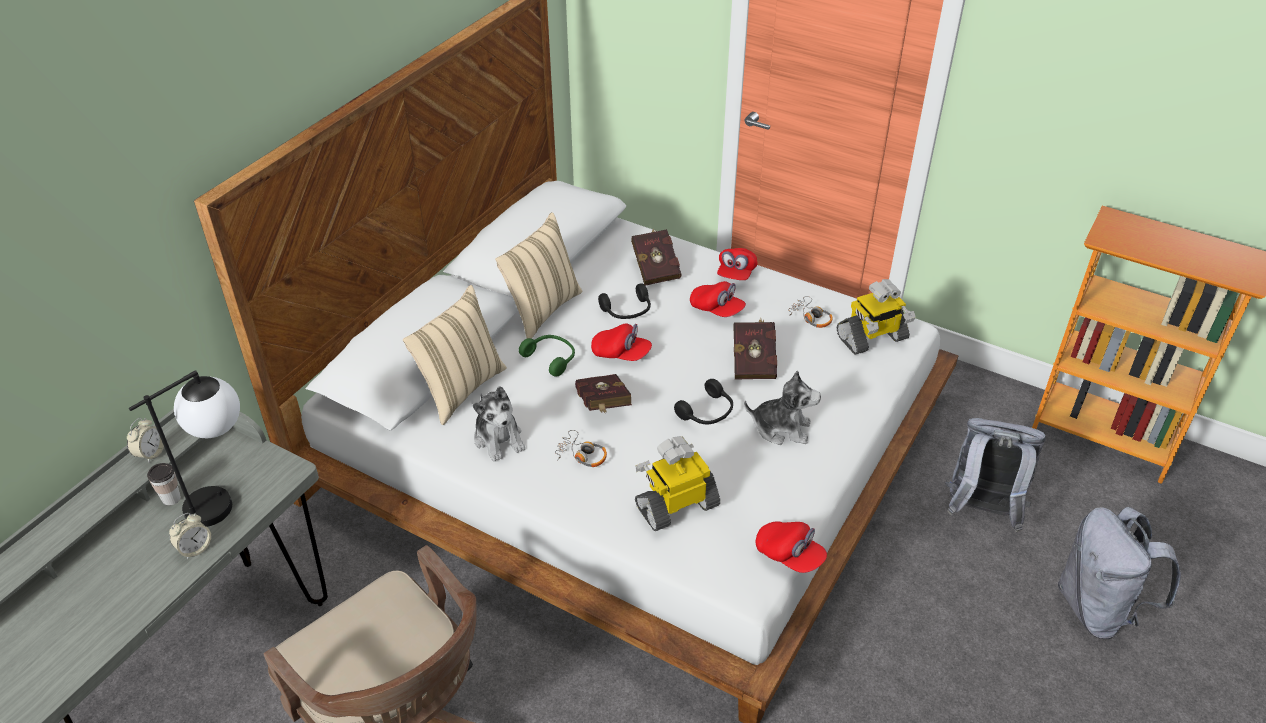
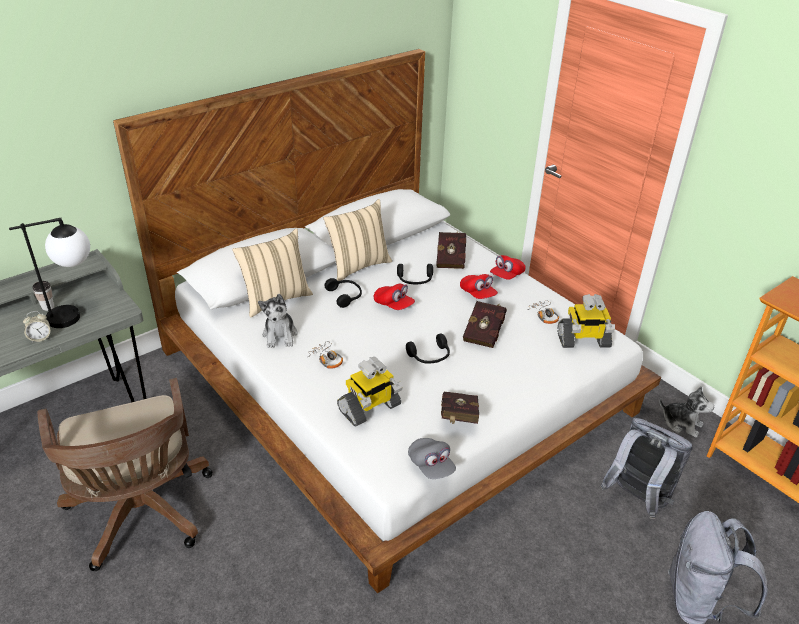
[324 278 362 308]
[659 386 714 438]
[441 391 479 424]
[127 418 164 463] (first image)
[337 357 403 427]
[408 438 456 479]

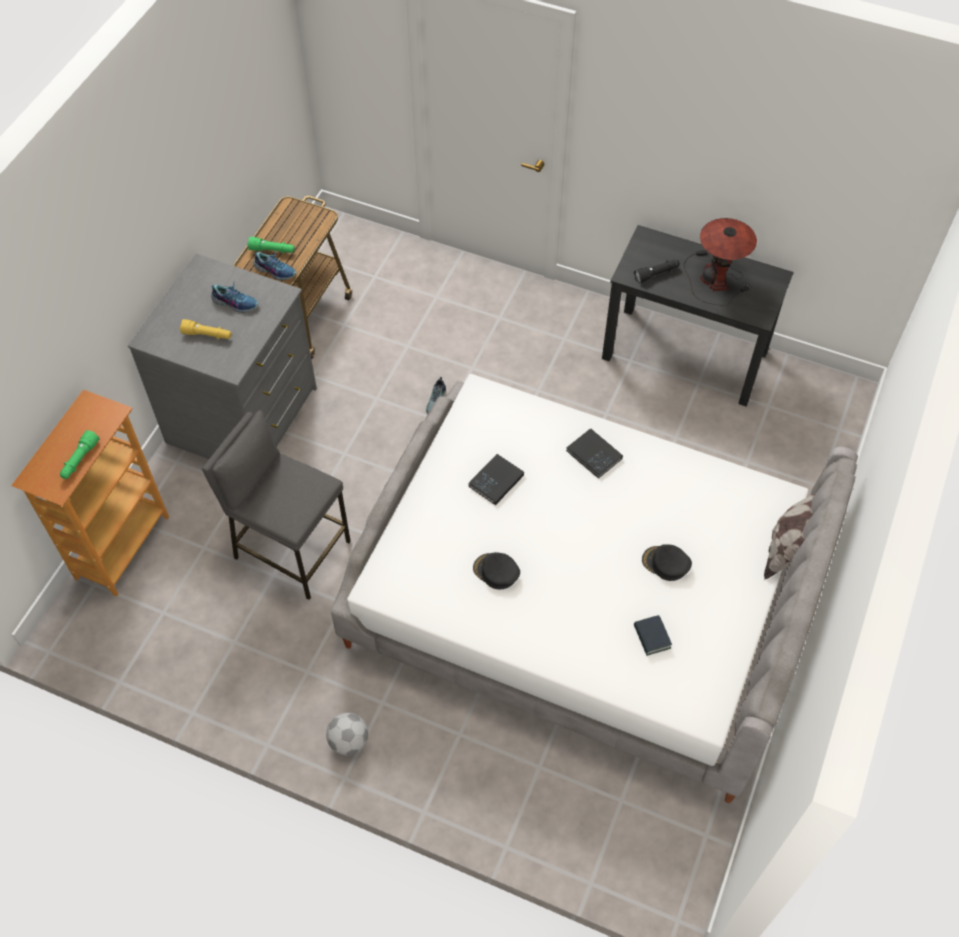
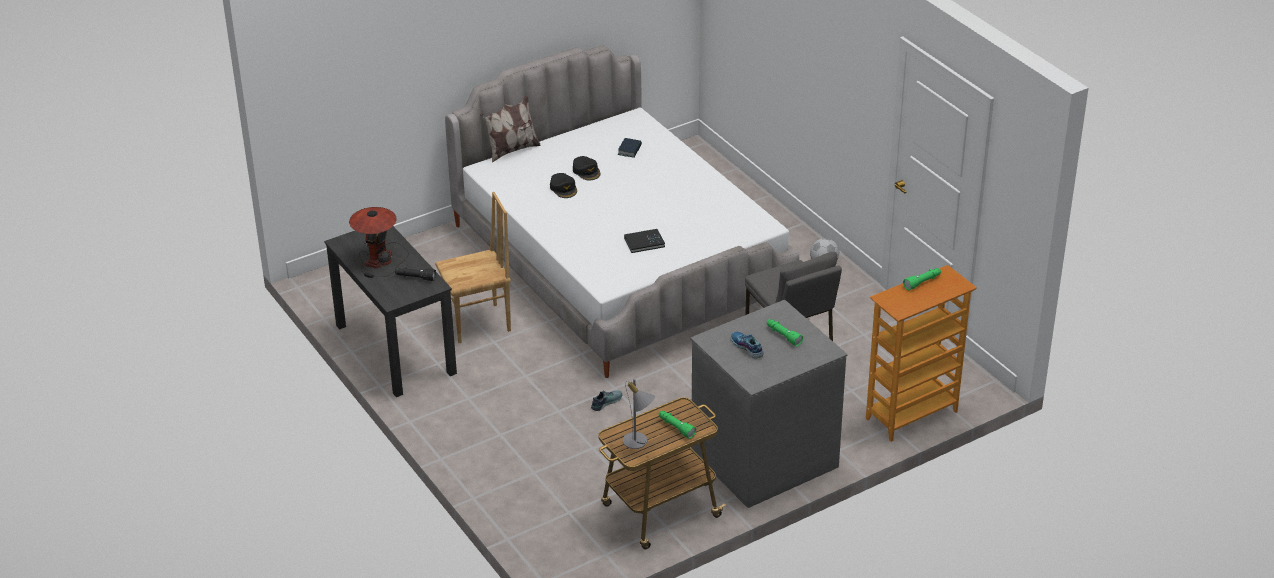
[254 250 296 281] (first image)
[767 319 803 347]
[566 428 623 479] (first image)
[550 173 577 198]
[435 192 511 343]
[623 379 655 449]

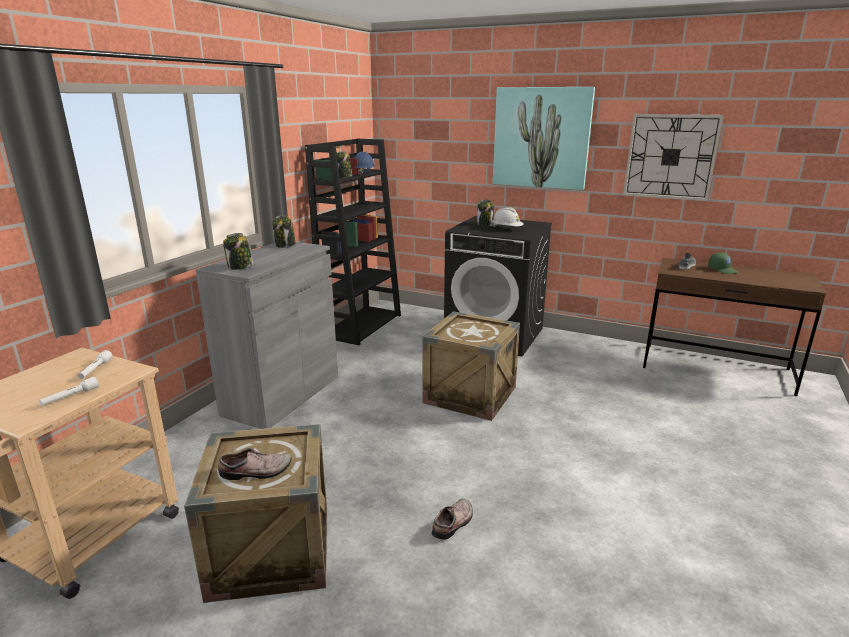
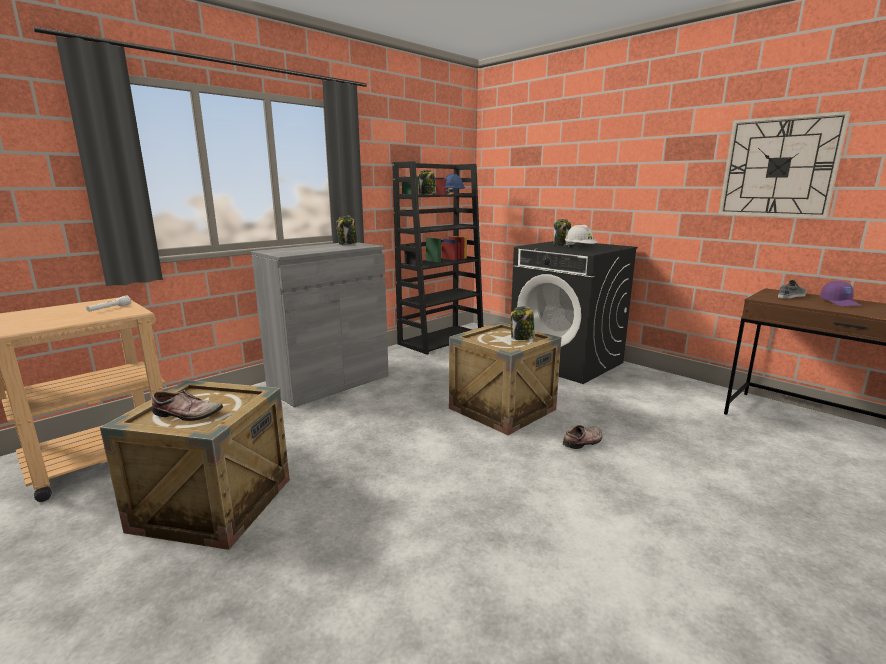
[493 87 595 190] (first image)
[511 306 535 340]
[820 281 862 306]
[39 377 99 406] (first image)
[563 425 602 449]

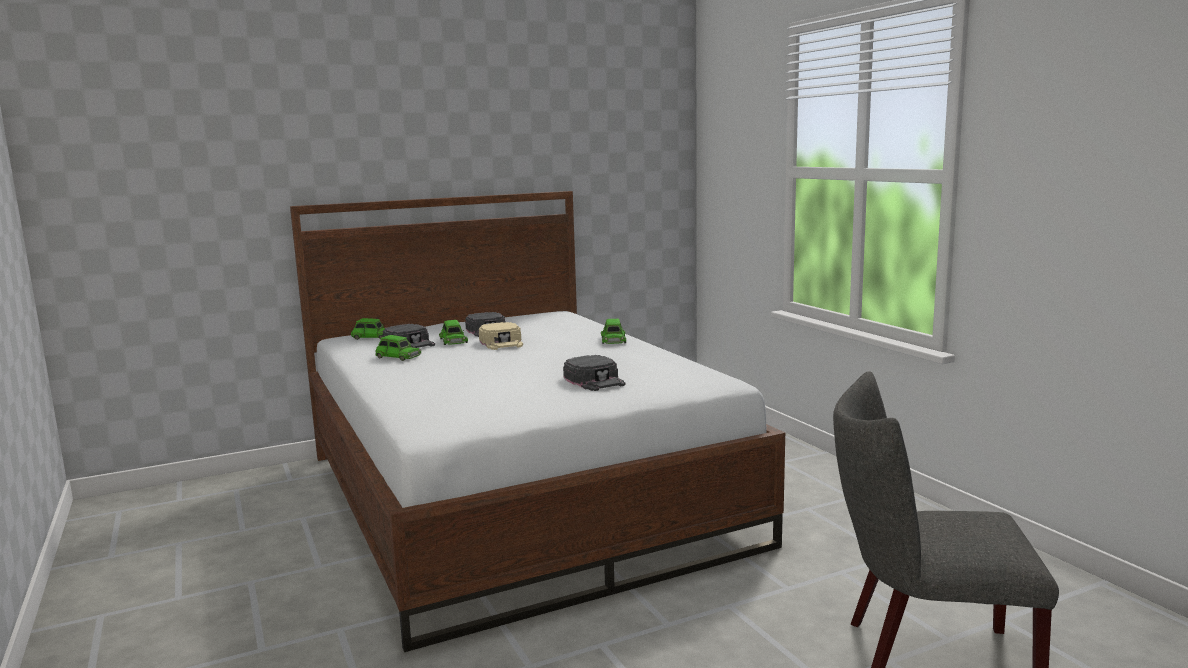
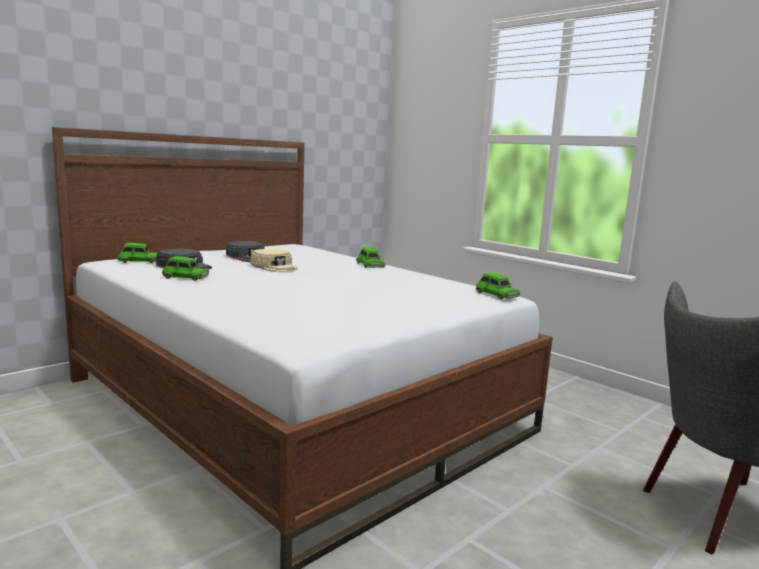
[476 272 520 299]
[563 355 626 391] (first image)

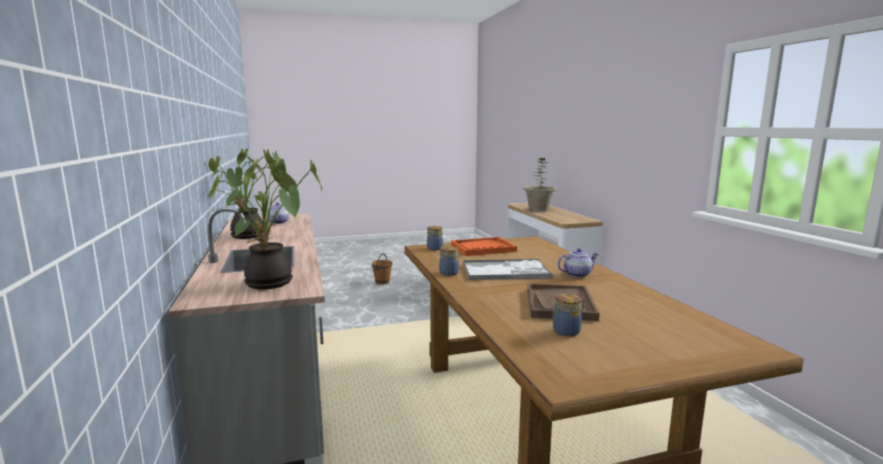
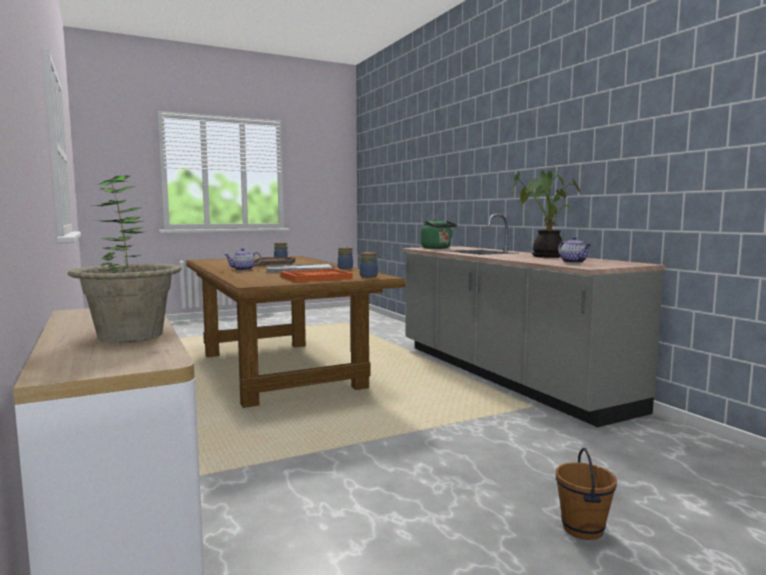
[421 219 457 249]

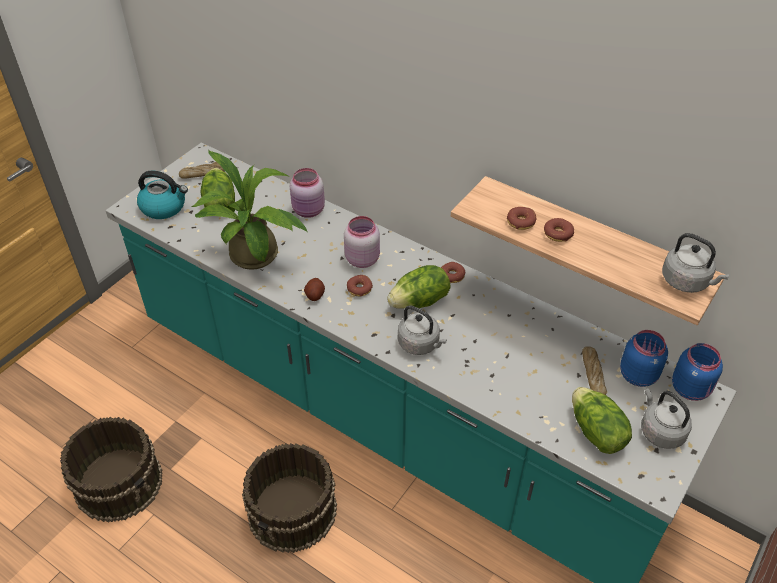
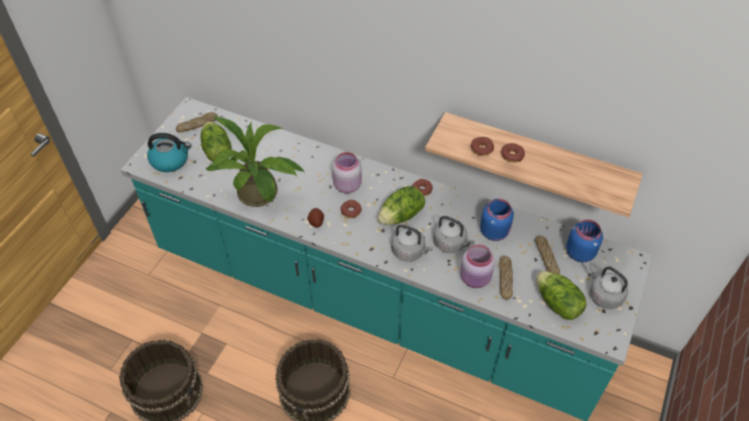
[460 245 495 288]
[433 216 475 253]
[480 199 514 241]
[499 256 513 300]

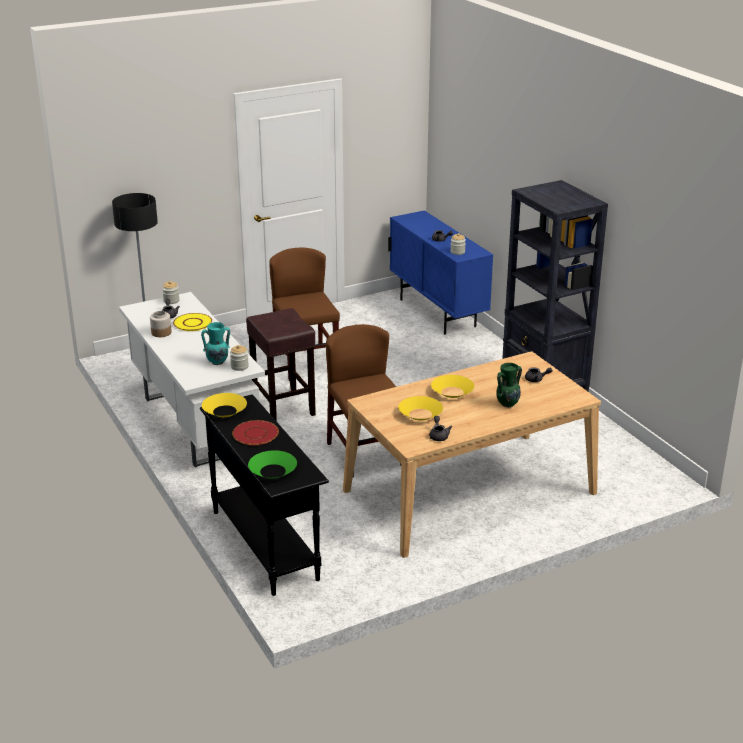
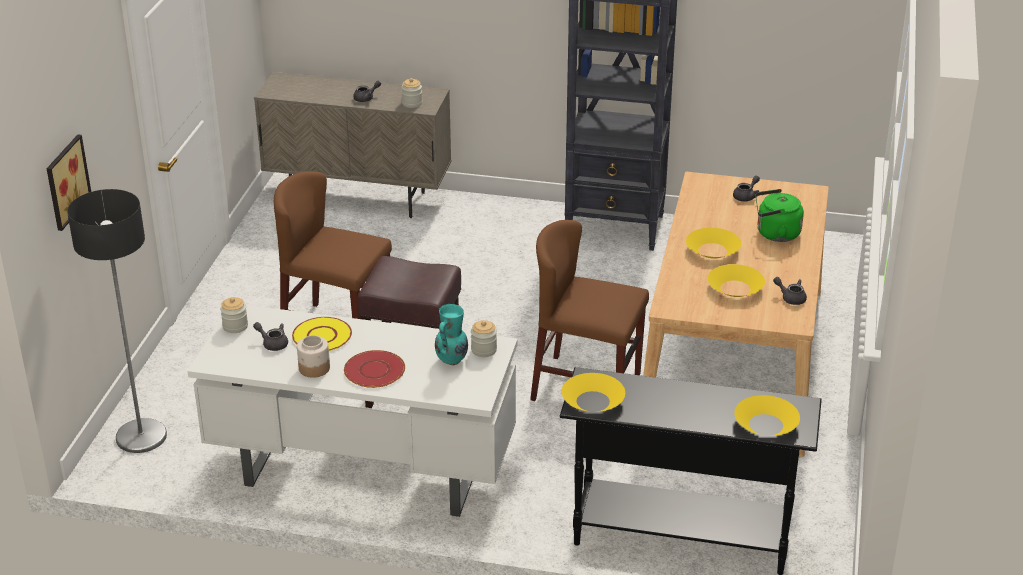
[254 72 451 218]
[755 189 804 242]
[344 350 405 388]
[734 395 800 436]
[46 135 91 231]

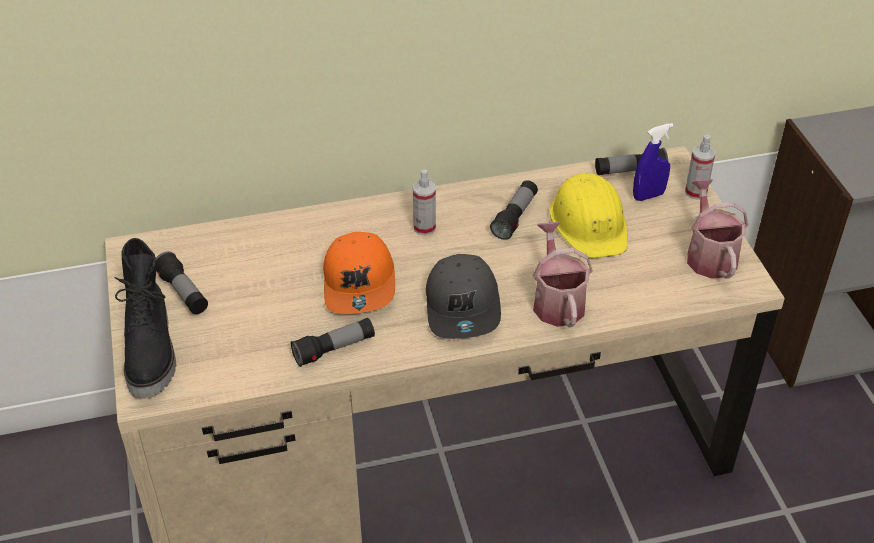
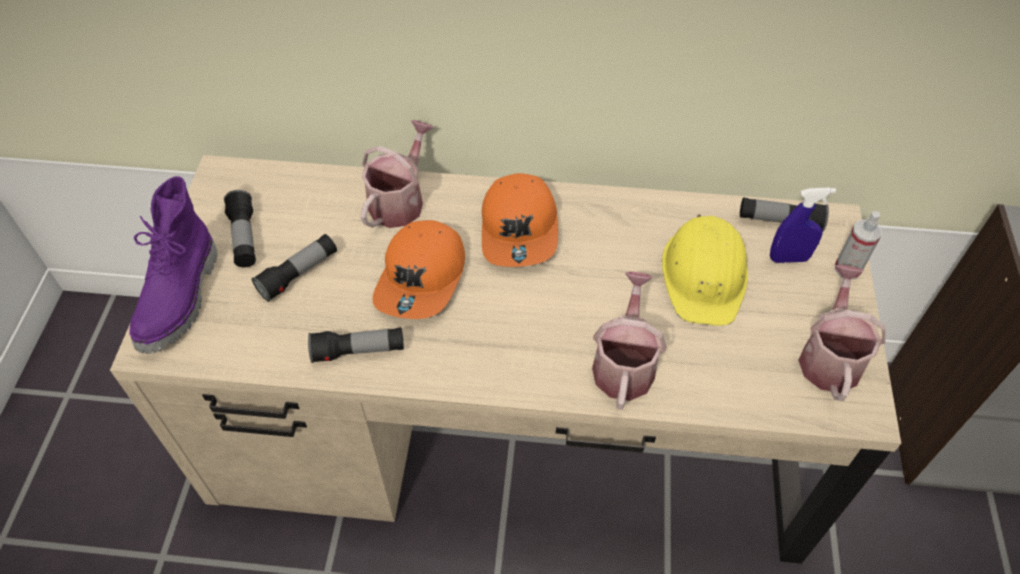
[482 173 558 267]
[252 234 337 302]
[129 176 218 354]
[426 254 501 339] (first image)
[361 120 434 228]

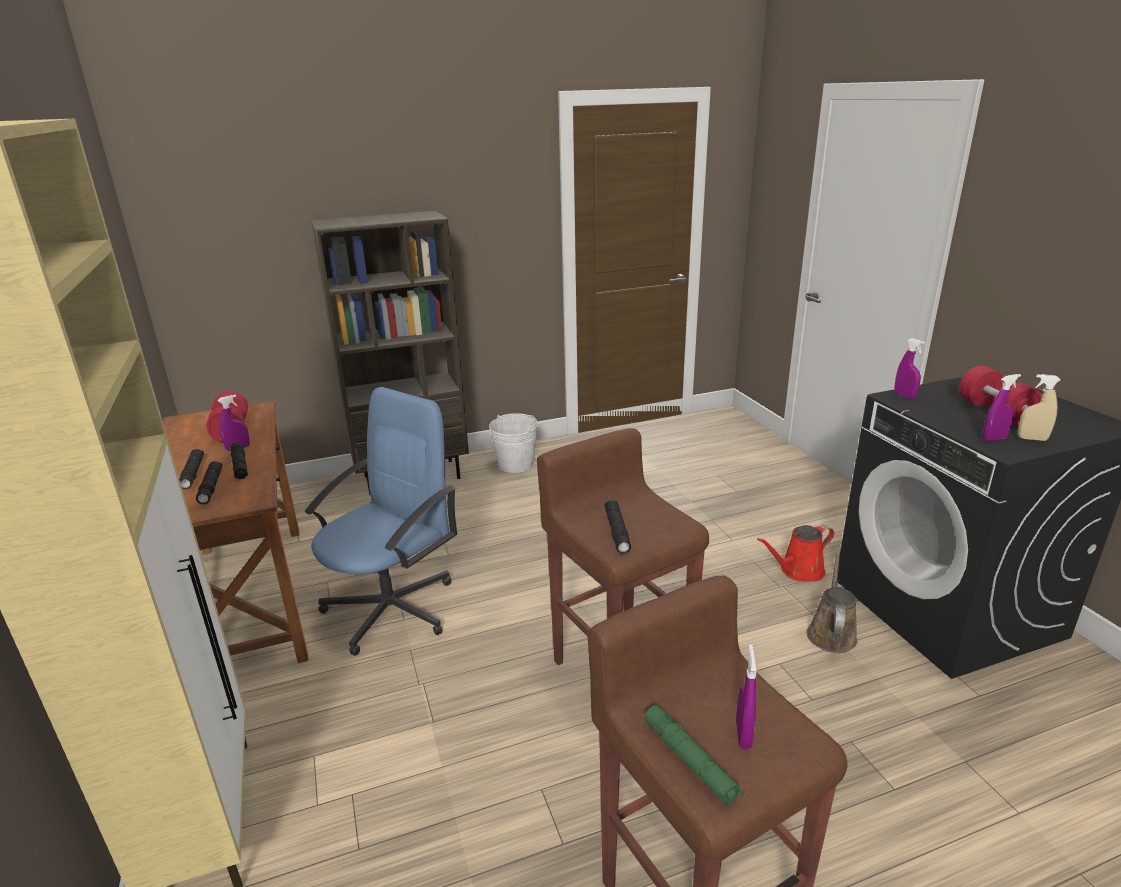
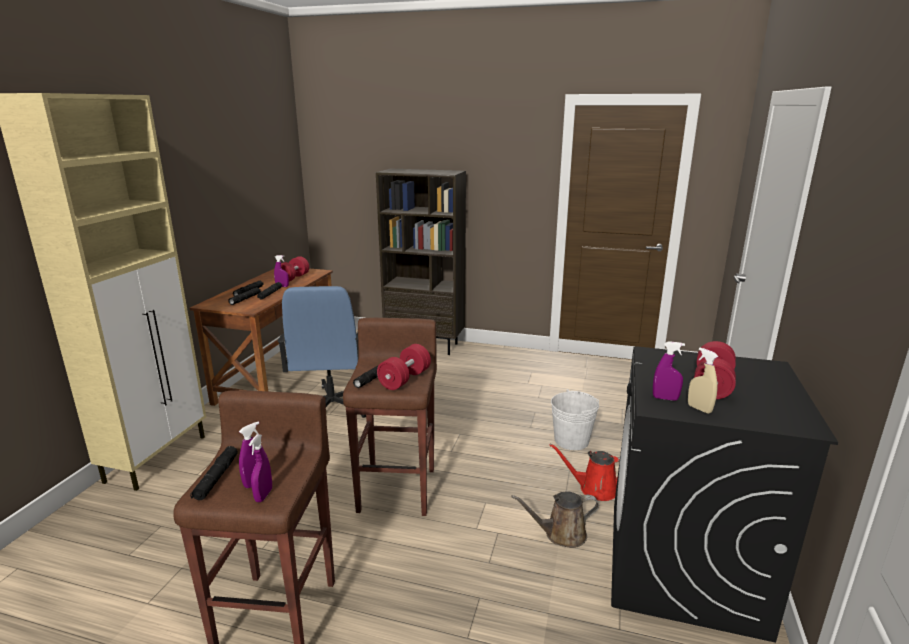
[249 434 272 502]
[277 286 366 418]
[551 389 599 450]
[511 491 599 548]
[190 446 238 500]
[377 344 431 390]

